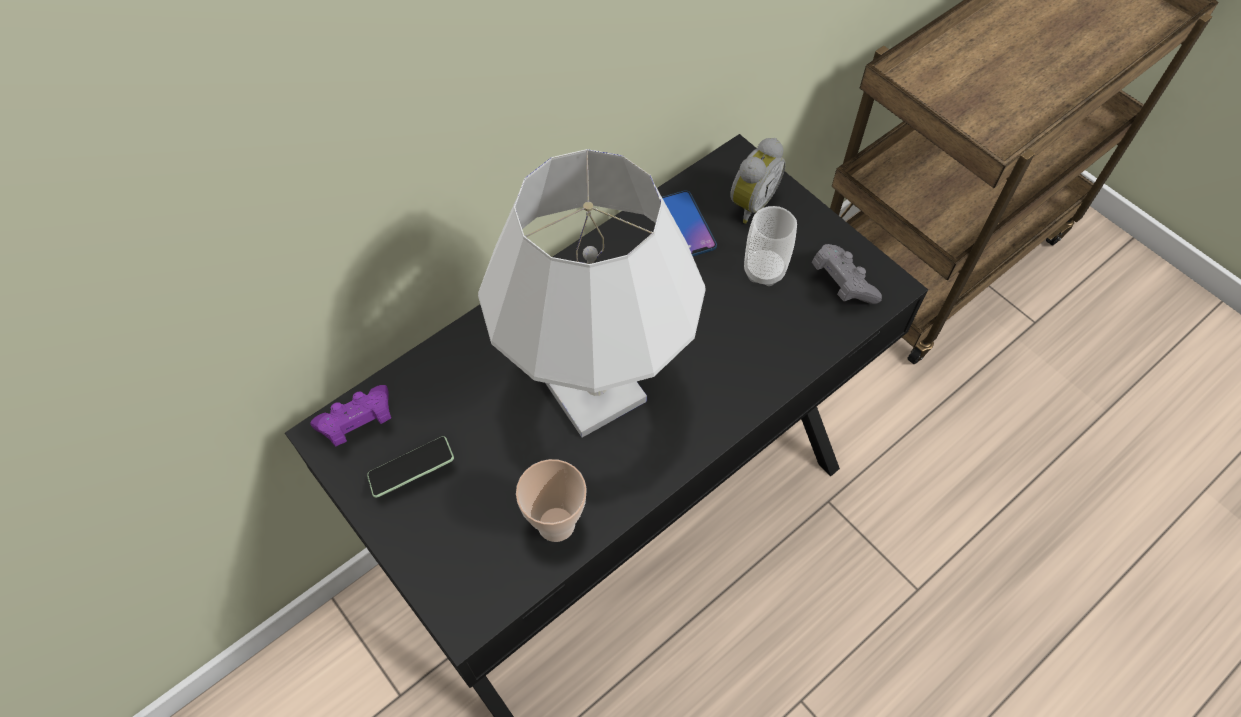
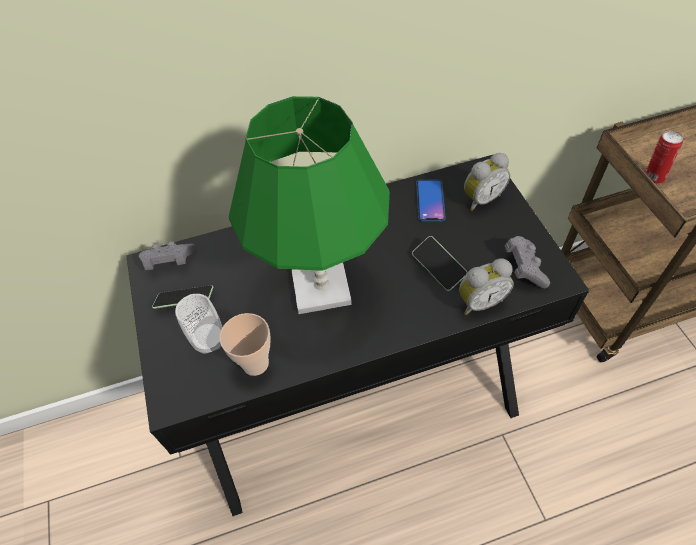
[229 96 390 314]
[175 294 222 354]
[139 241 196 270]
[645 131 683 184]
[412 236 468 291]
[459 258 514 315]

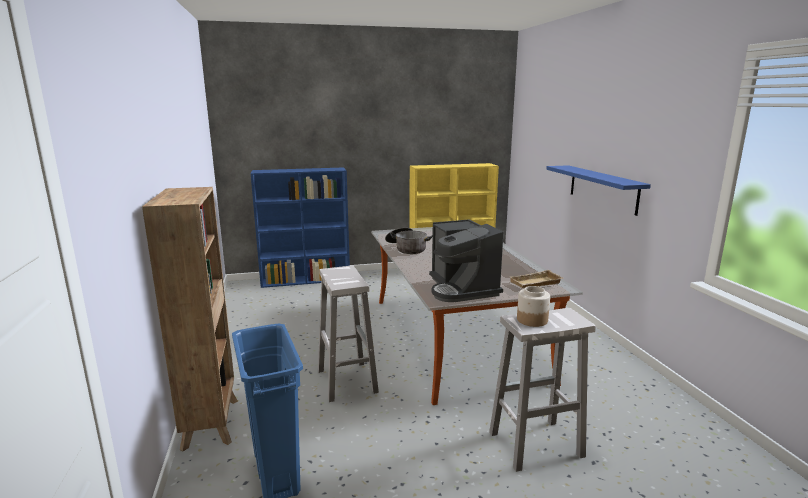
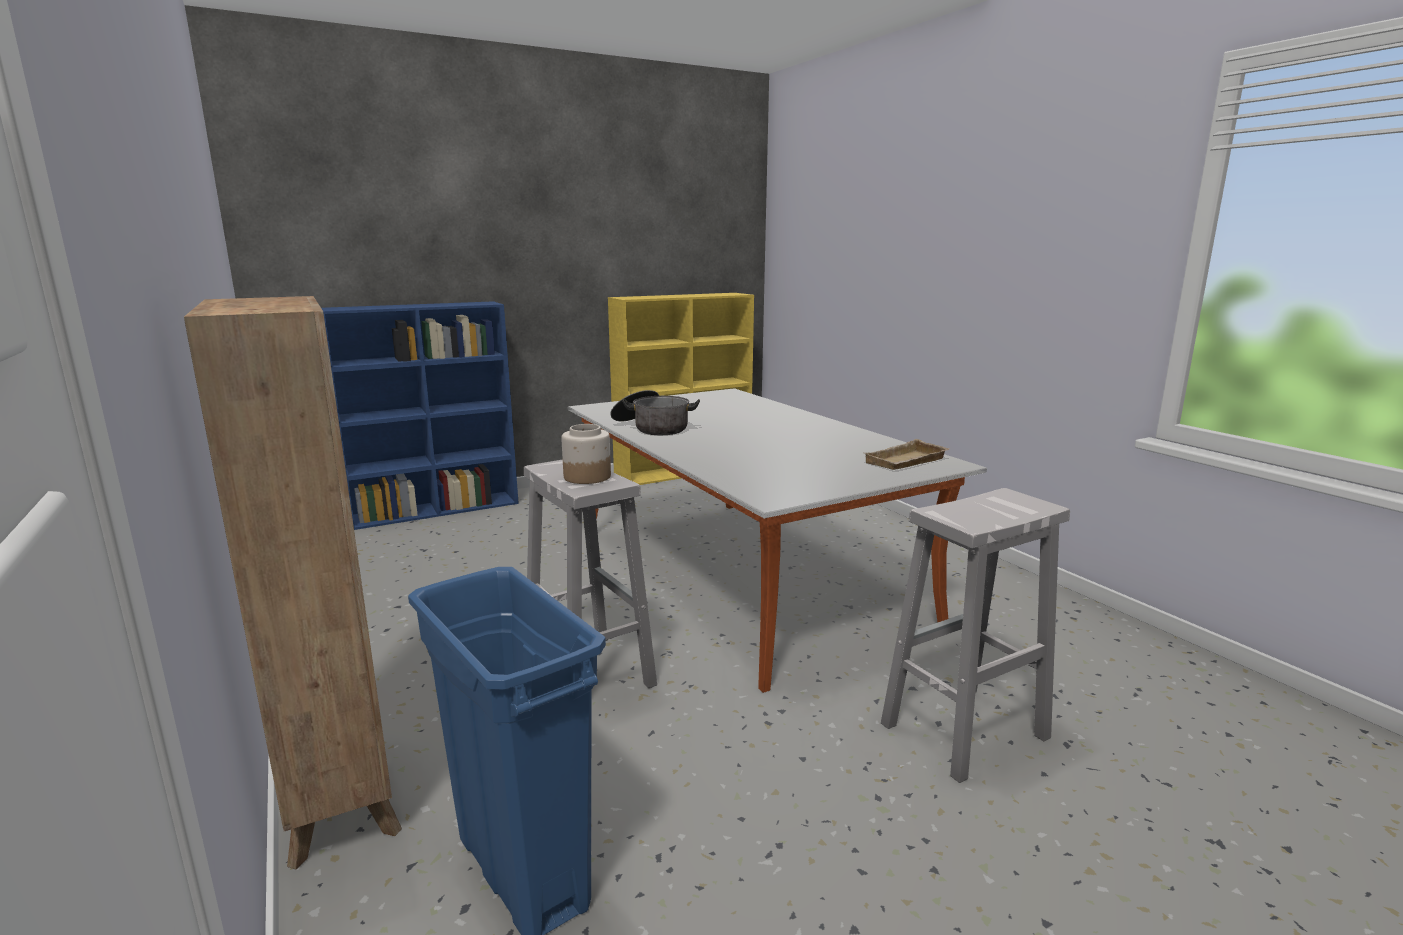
[546 165 651 216] (first image)
[429 220 503 302] (first image)
[561 424 611 484]

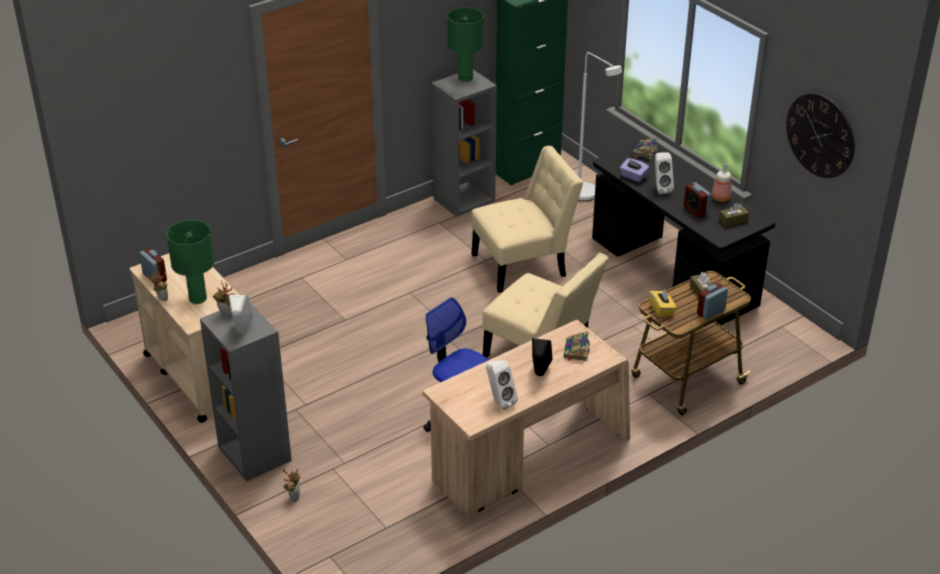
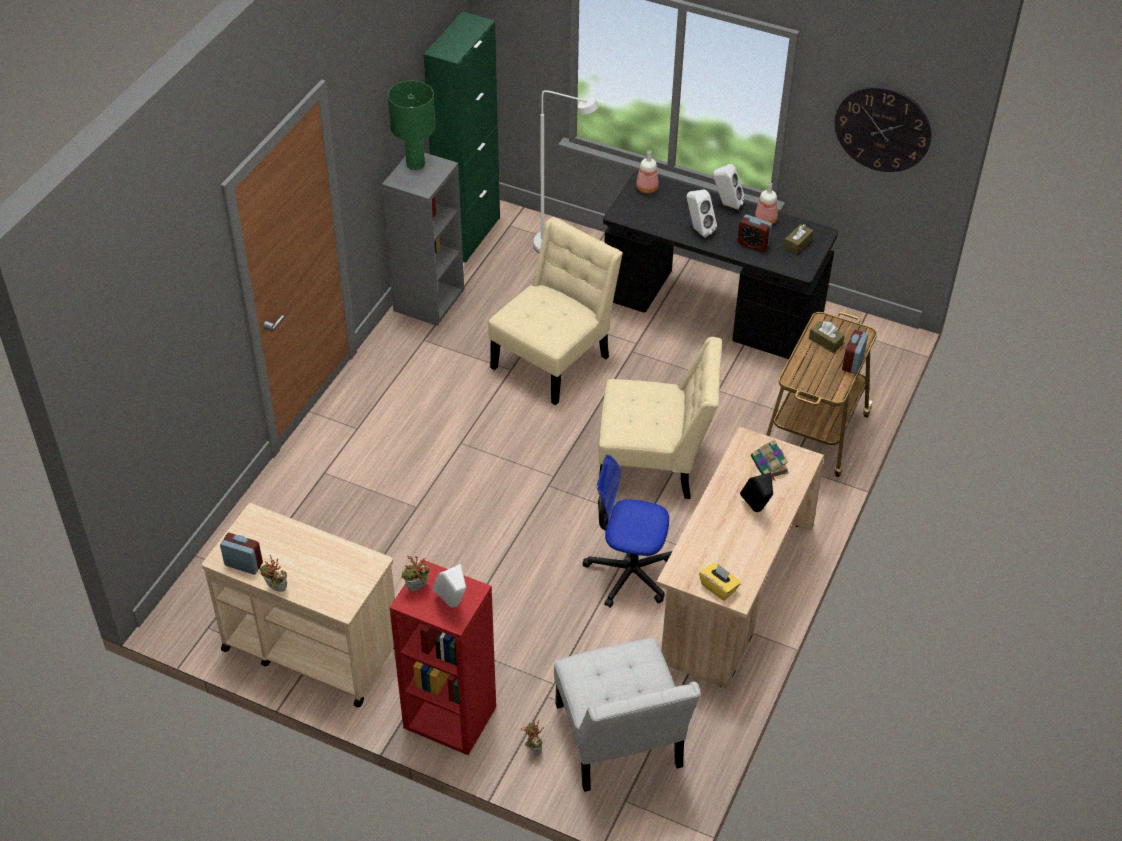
[636 151 659 193]
[620 158 649 182] (first image)
[166 220 215 304] (first image)
[699 563 741 601]
[390 559 496 755]
[713 164 744 210]
[554 638 701 792]

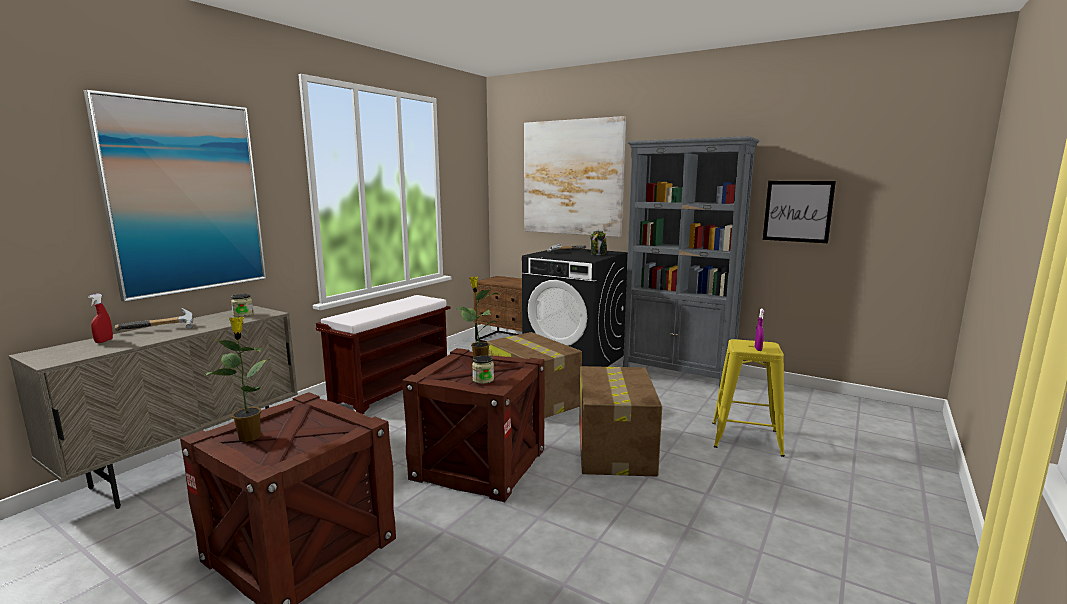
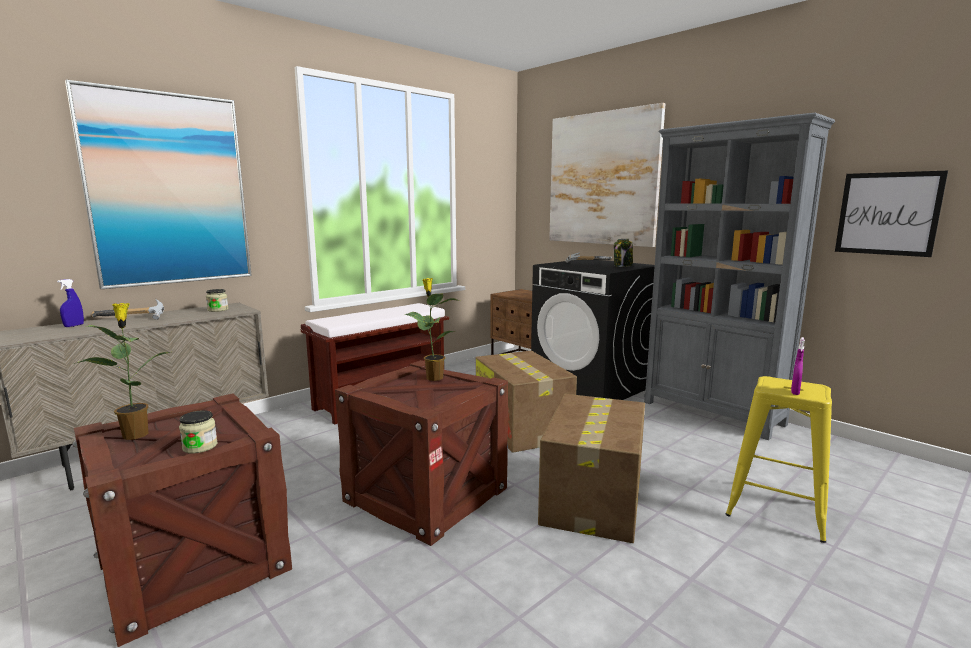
[57 279 84 327]
[179 410 218 454]

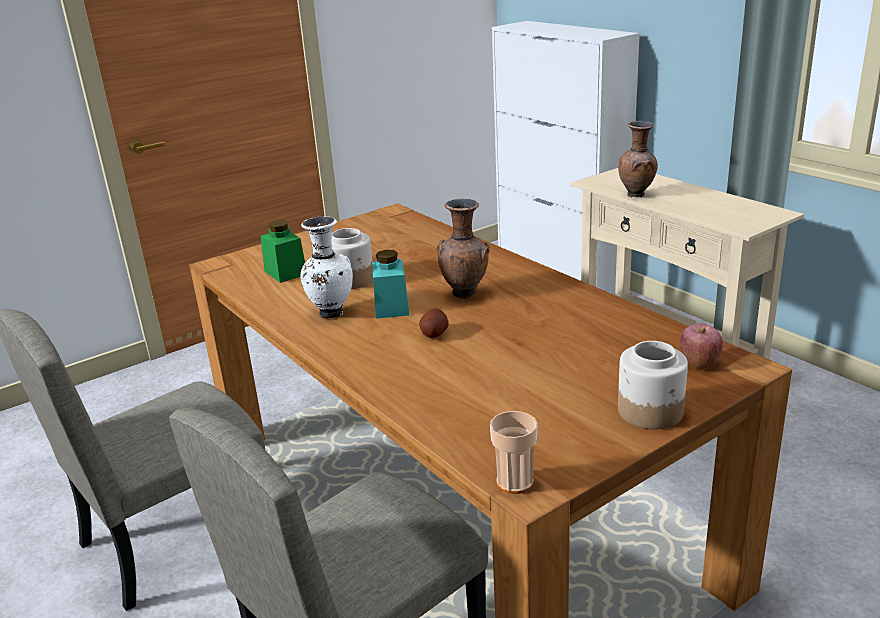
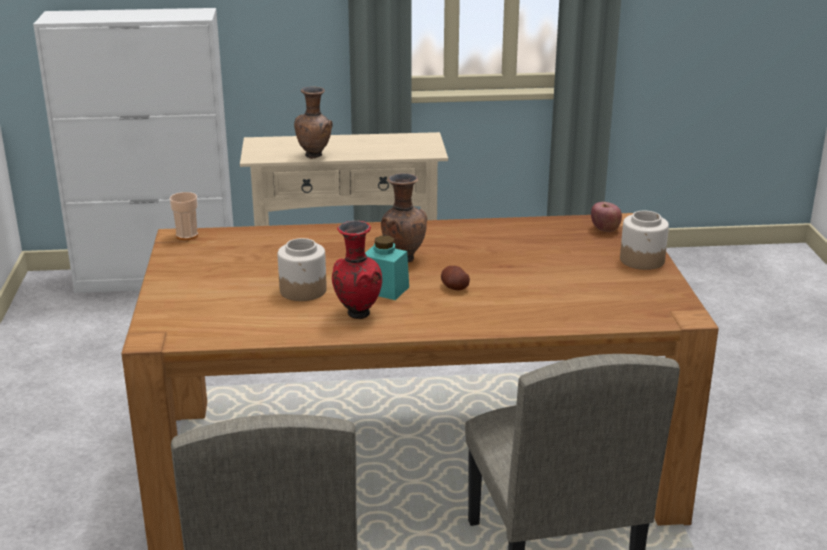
[332 221 382 319]
[260 220 305 283] (first image)
[169 192 198 240]

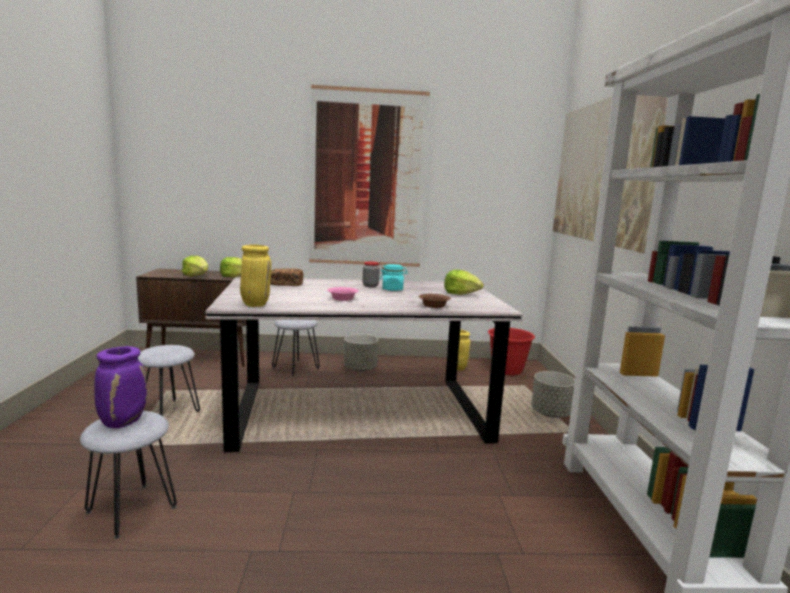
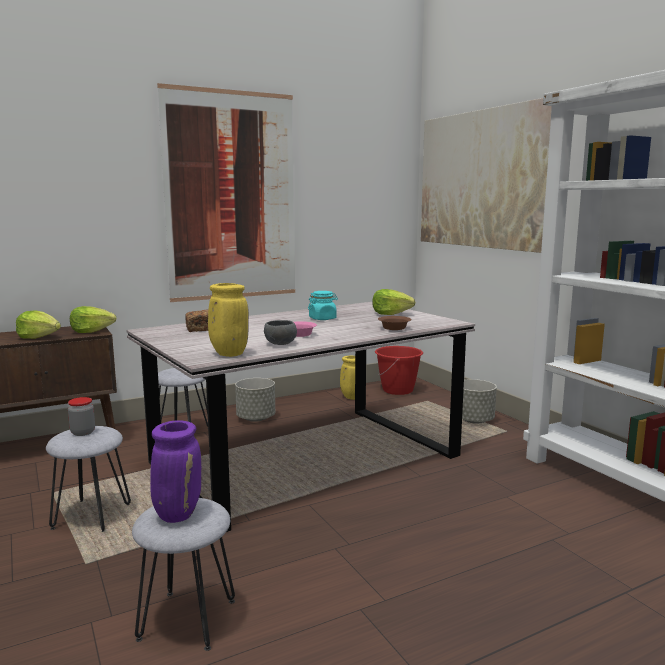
[68 397 95 436]
[264 320 297 345]

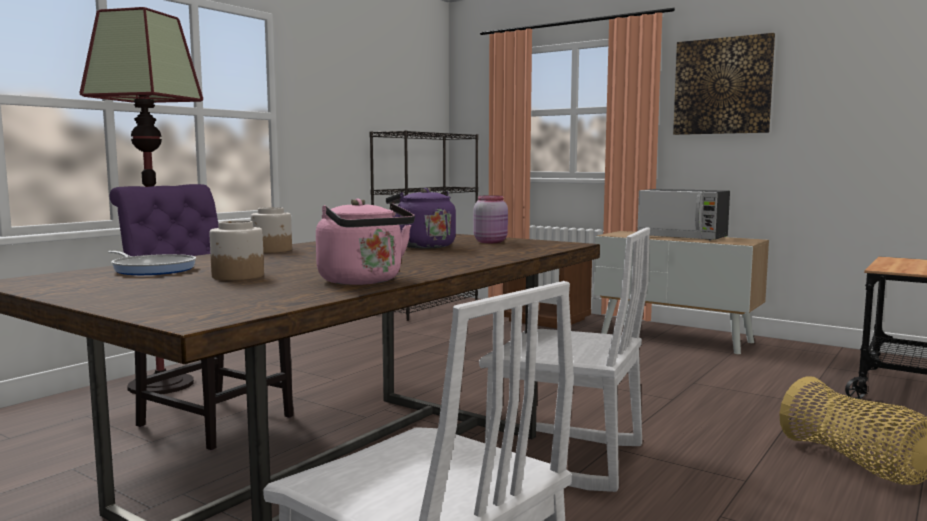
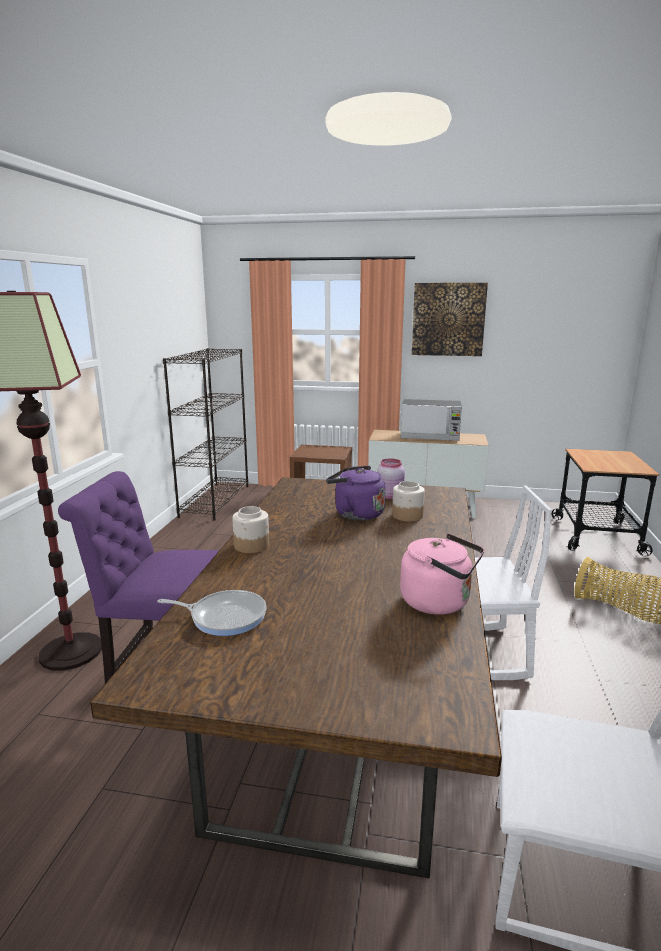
[392 481 425 522]

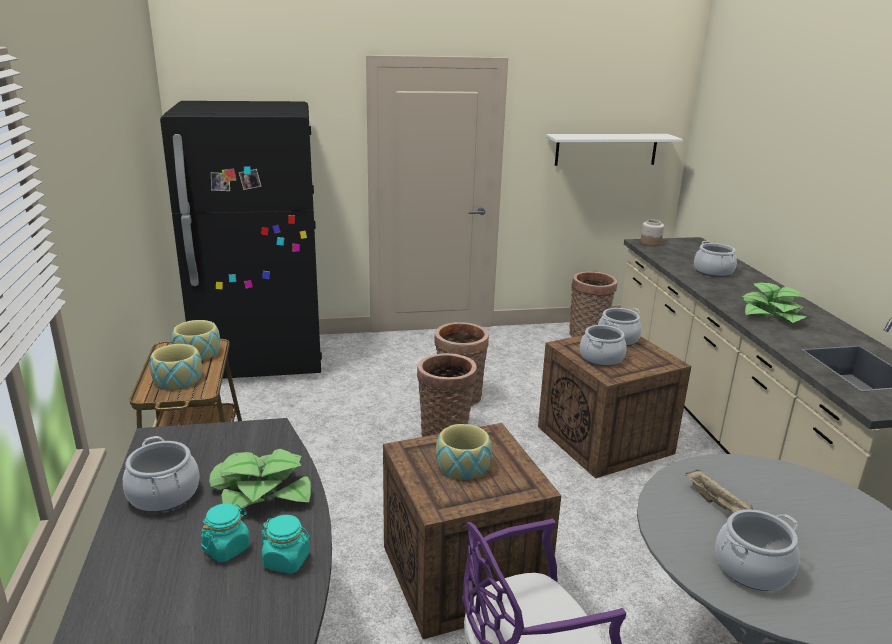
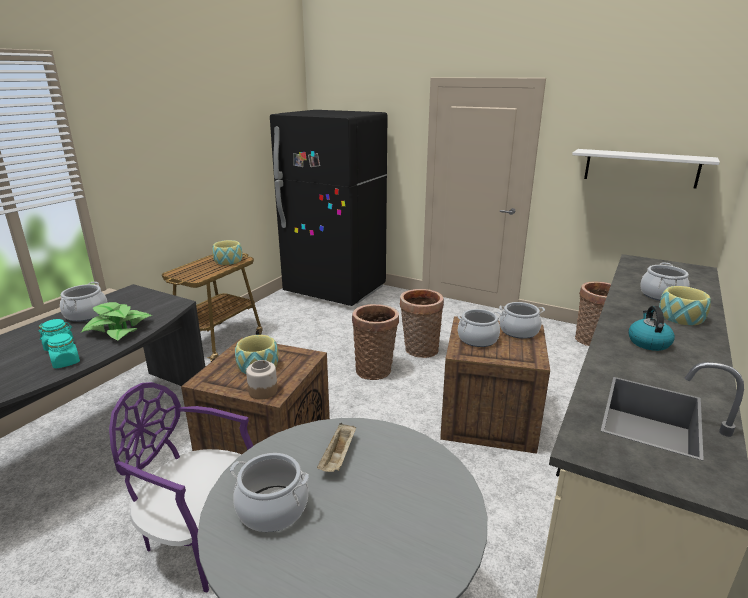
[246 360 278 400]
[628 306 675 351]
[659 286 711 325]

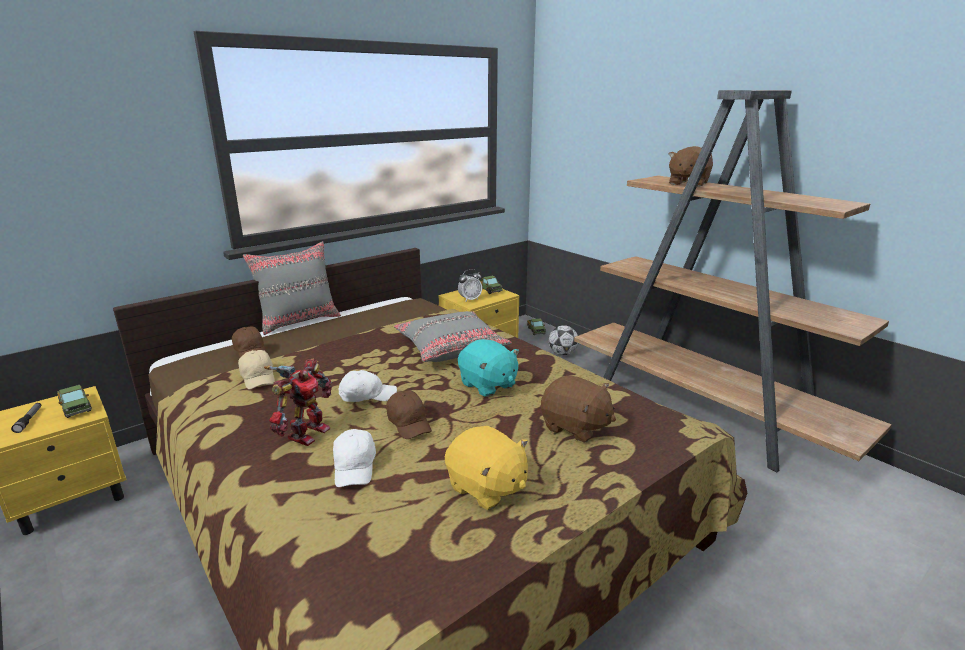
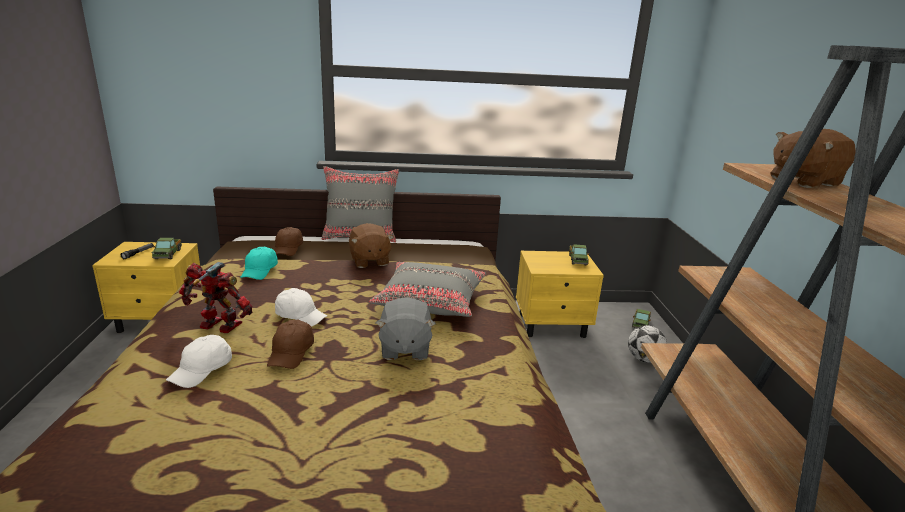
[458 269 482 301] (first image)
[376 297 436 360]
[240 247 278 280]
[179 262 253 333]
[349 223 394 268]
[445 426 528 510] (first image)

